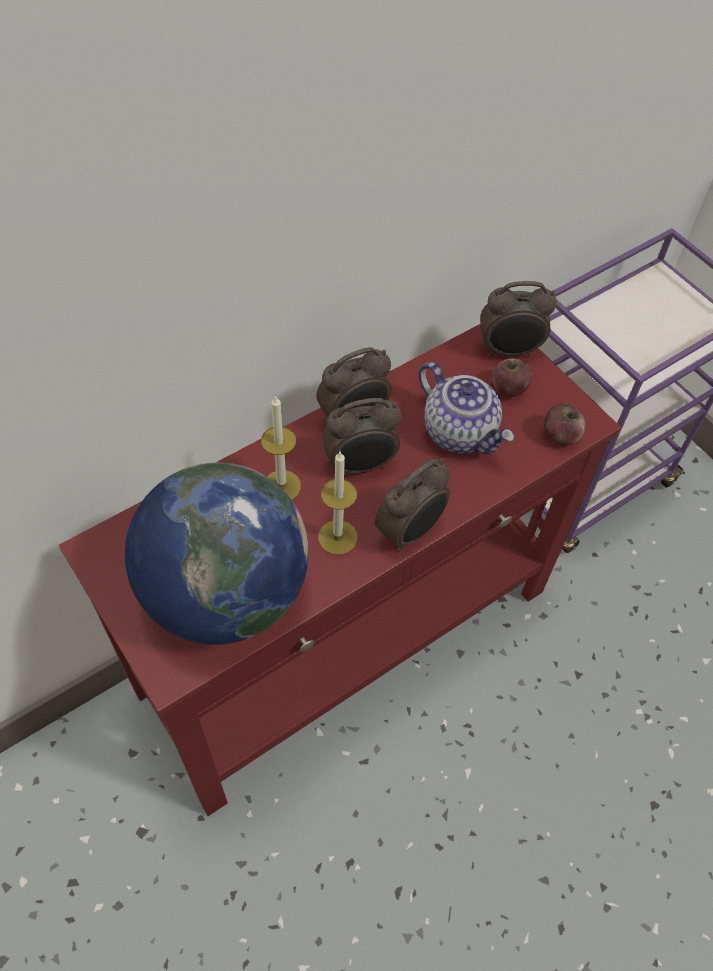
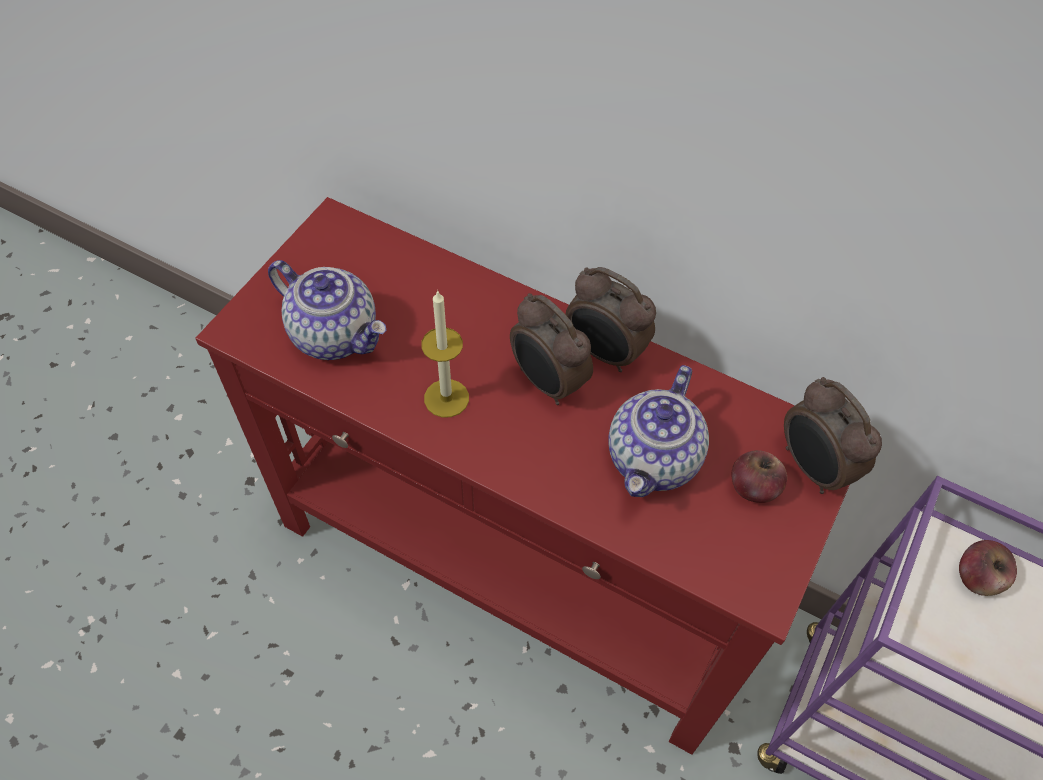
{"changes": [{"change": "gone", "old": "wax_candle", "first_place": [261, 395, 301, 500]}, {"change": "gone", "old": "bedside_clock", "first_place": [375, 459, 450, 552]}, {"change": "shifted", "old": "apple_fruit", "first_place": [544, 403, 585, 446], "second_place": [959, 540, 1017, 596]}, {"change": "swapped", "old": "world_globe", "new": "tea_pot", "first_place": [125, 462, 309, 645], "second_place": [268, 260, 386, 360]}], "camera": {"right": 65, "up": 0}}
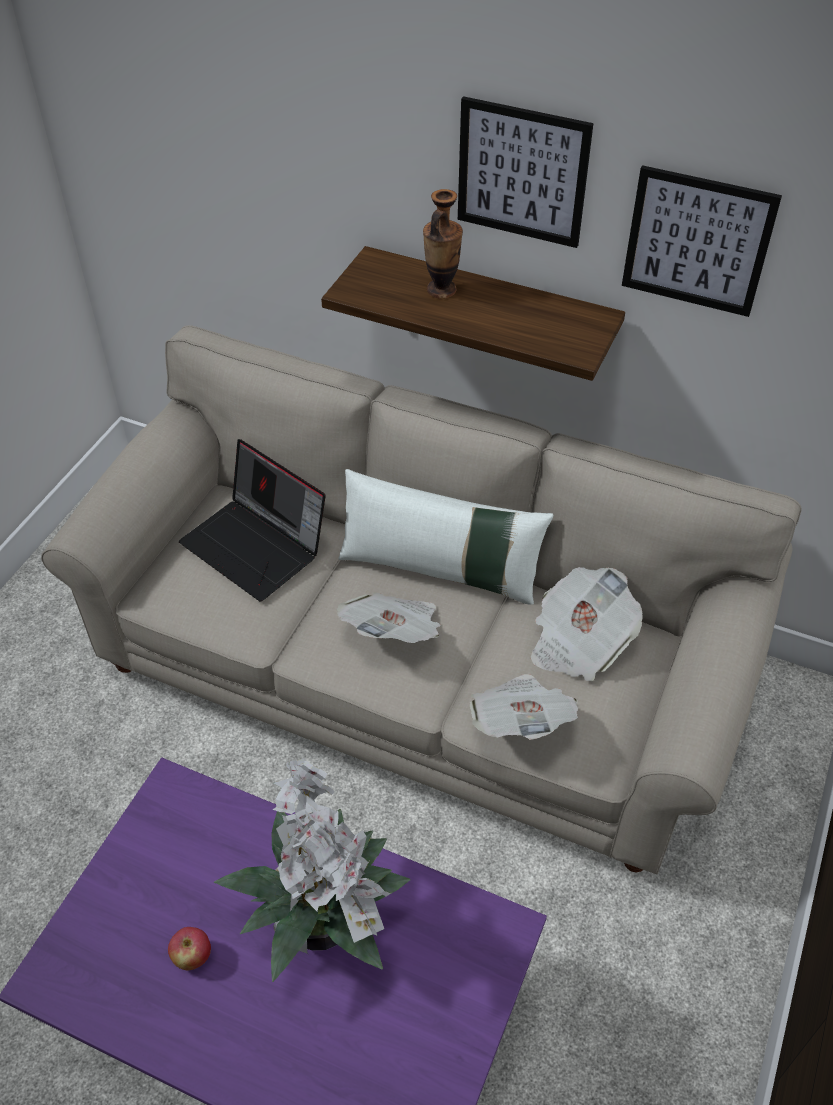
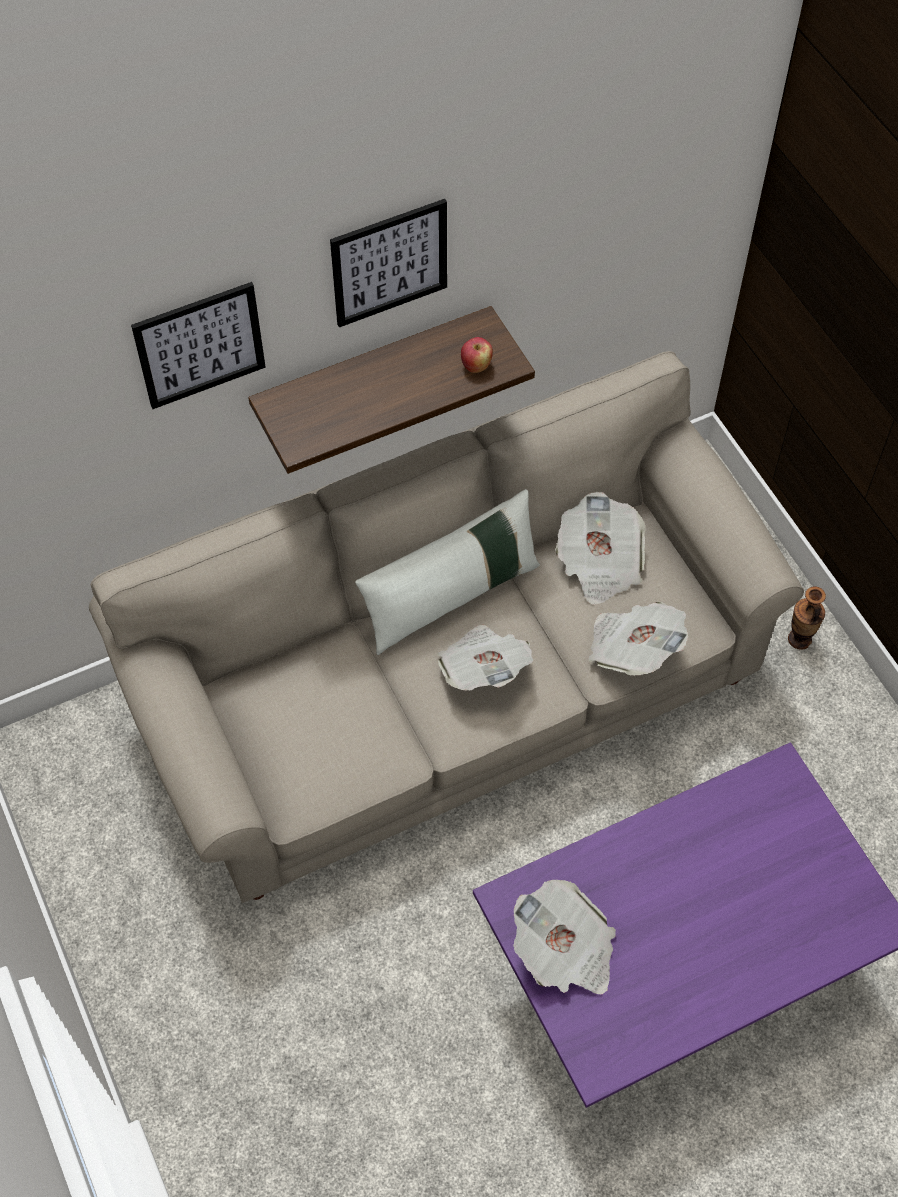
{"changes": [{"change": "gone", "old": "notebook_computer", "first_place": [179, 439, 326, 601]}, {"change": "gone", "old": "plant_in_a_pot", "first_place": [214, 758, 410, 982]}, {"change": "new", "new": "newspaper", "second_place": [513, 880, 616, 995]}, {"change": "shifted", "old": "apple_fruit", "first_place": [168, 927, 211, 970], "second_place": [461, 337, 493, 373]}, {"change": "shifted", "old": "decorative_vase", "first_place": [423, 189, 463, 298], "second_place": [788, 586, 826, 650]}, {"change": "shifted", "old": "wall_picture", "first_place": [622, 165, 782, 317], "second_place": [131, 282, 266, 409]}], "camera": {"right": -50, "up": 10}}
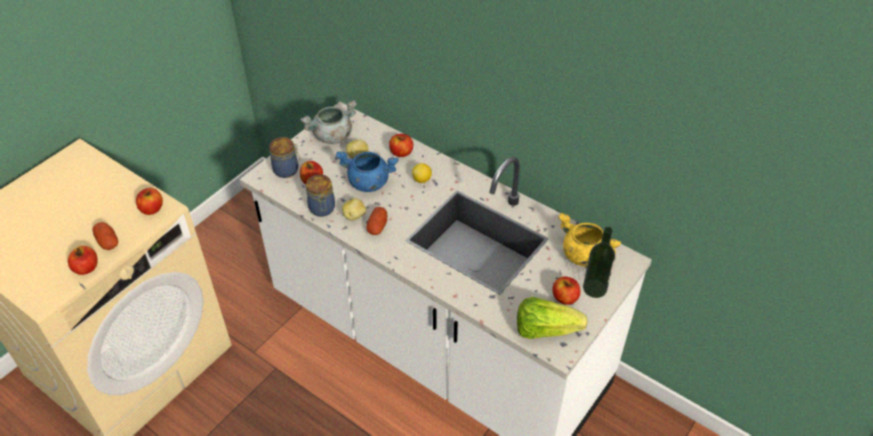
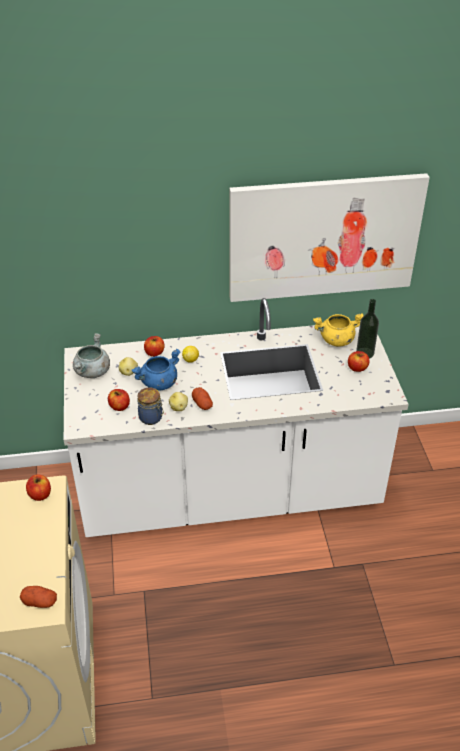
{"changes": [{"change": "gone", "old": "apple_fruit", "first_place": [68, 246, 98, 275]}, {"change": "gone", "old": "jar", "first_place": [269, 137, 300, 178]}, {"change": "gone", "old": "head_of_lettuce", "first_place": [517, 297, 588, 339]}, {"change": "new", "new": "wall_picture", "second_place": [230, 173, 430, 302]}, {"change": "shifted", "old": "spud", "first_place": [92, 222, 118, 250], "second_place": [20, 586, 57, 608]}], "camera": {"right": -45, "up": -5}}
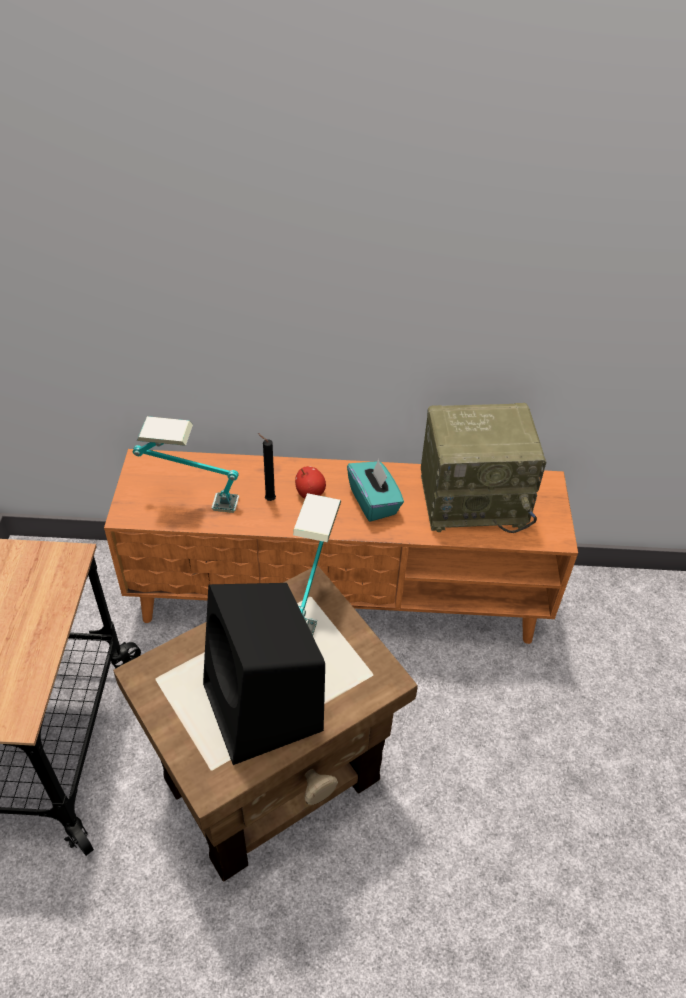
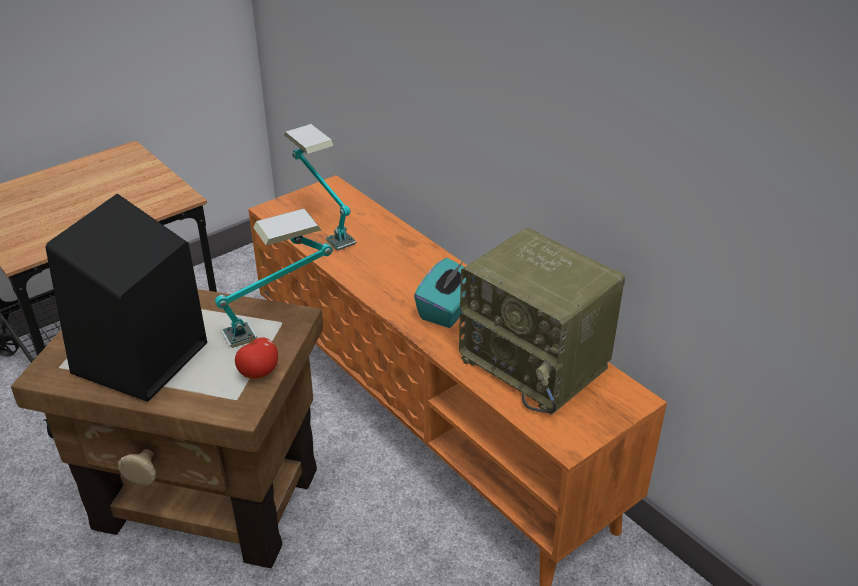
{"changes": [{"change": "gone", "old": "blackish_wax_candle", "first_place": [258, 433, 276, 501]}, {"change": "shifted", "old": "apple_fruit", "first_place": [295, 466, 326, 498], "second_place": [235, 335, 278, 379]}], "camera": {"right": 50, "up": -10}}
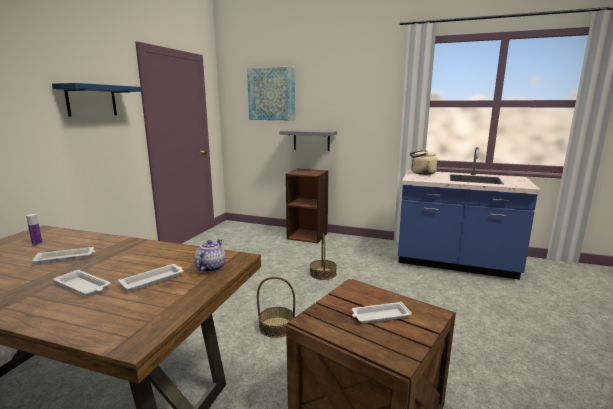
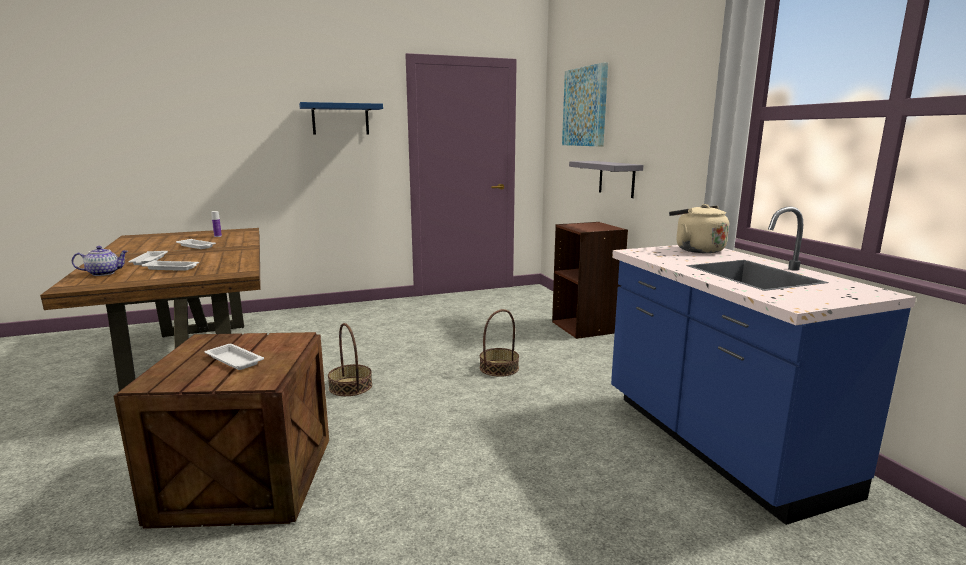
{"changes": [{"change": "shifted", "old": "tea_pot", "first_place": [195, 239, 226, 272], "second_place": [72, 246, 128, 276]}], "camera": {"right": 50, "up": 0}}
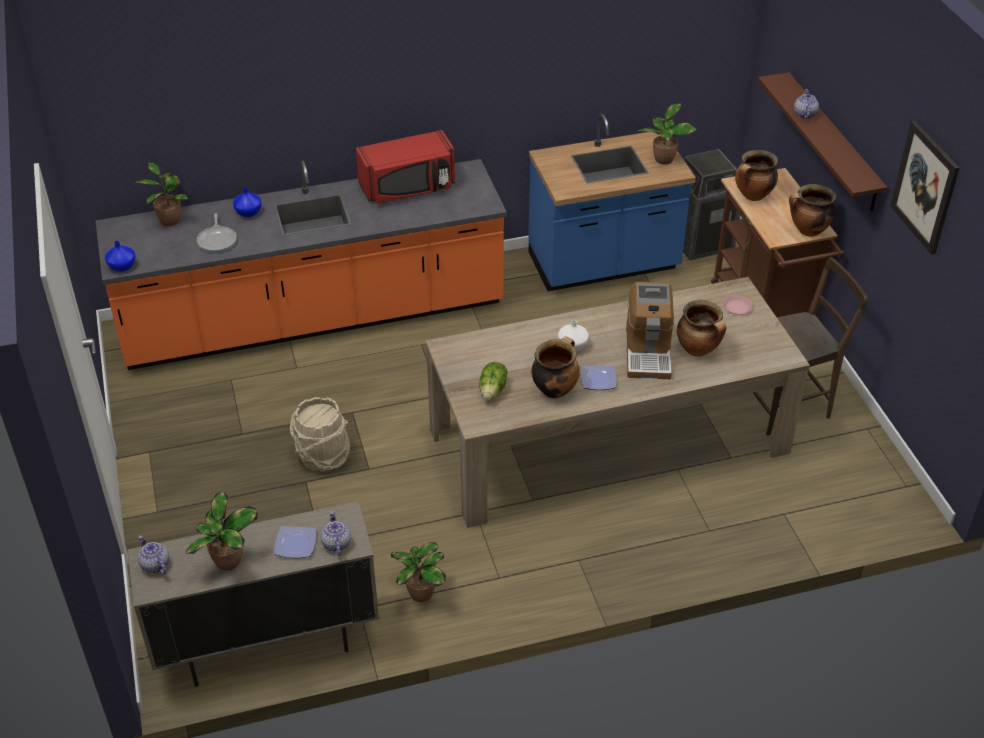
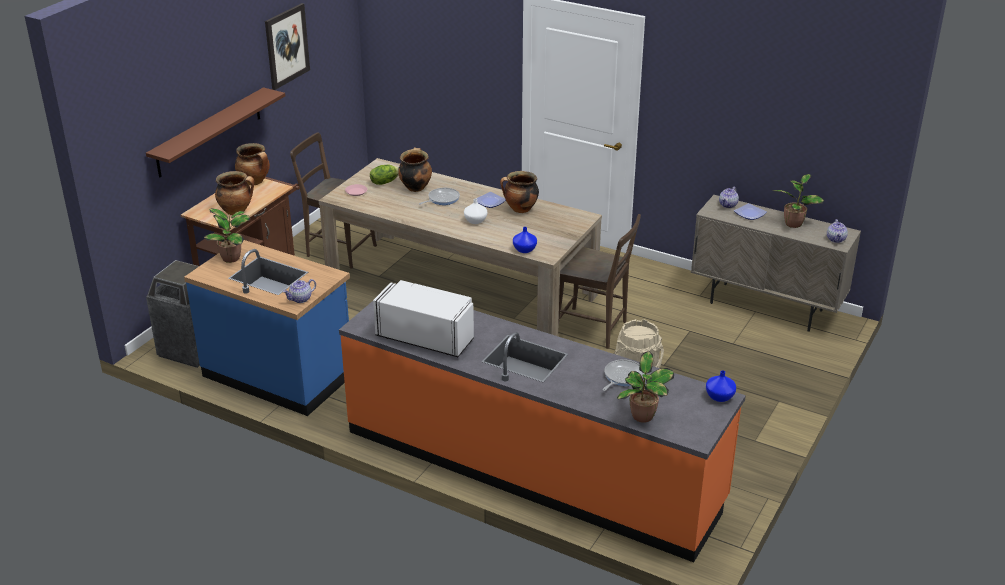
{"changes": [{"change": "gone", "old": "plant_in_a_pot", "first_place": [391, 542, 446, 602]}, {"change": "new", "new": "brown_plain_chair", "second_place": [558, 214, 641, 349]}, {"change": "shifted", "old": "blue-coloured_decorative_vase", "first_place": [233, 187, 262, 217], "second_place": [513, 227, 537, 253]}, {"change": "shifted", "old": "head_of_lettuce", "first_place": [479, 362, 507, 401], "second_place": [370, 165, 399, 185]}, {"change": "shifted", "old": "tea_pot", "first_place": [794, 89, 819, 119], "second_place": [283, 279, 316, 303]}, {"change": "swapped", "old": "coffee_brewer", "new": "pan", "first_place": [626, 282, 674, 379], "second_place": [419, 188, 460, 205]}, {"change": "repainted", "old": "reddish_microwave", "new": "whitish_microwave", "first_place": [356, 130, 455, 204], "second_place": [373, 280, 474, 357]}], "camera": {"right": -135, "up": -10}}
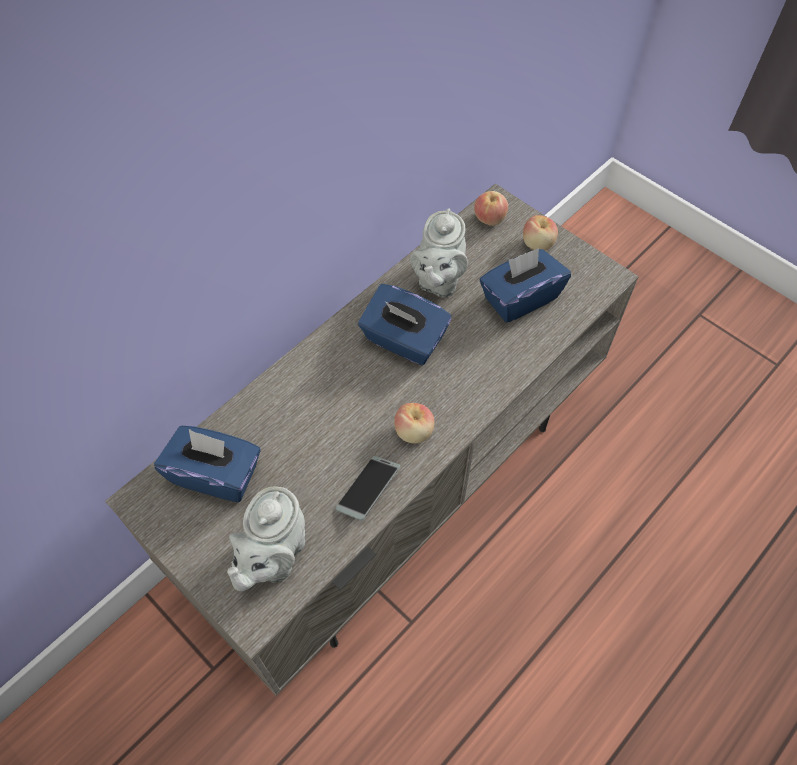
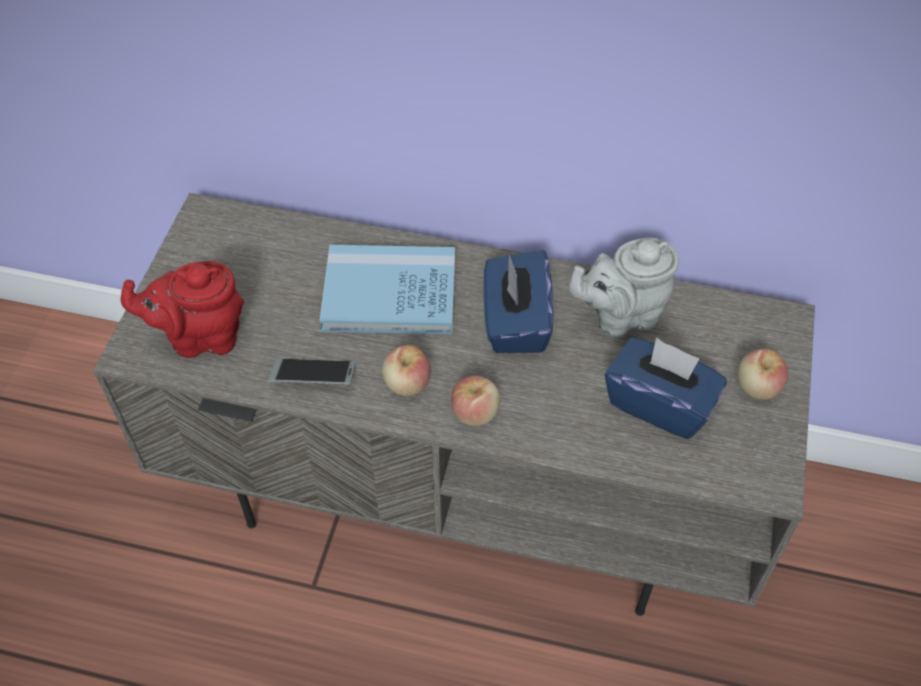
{"changes": [{"change": "gone", "old": "blue-coloured_tissue_holder", "first_place": [154, 426, 261, 503]}, {"change": "new", "new": "blue-coloured_book", "second_place": [320, 245, 455, 334]}, {"change": "shifted", "old": "apple_fruit", "first_place": [474, 191, 508, 226], "second_place": [451, 376, 500, 426]}, {"change": "repainted", "old": "grey_tea_pot", "new": "reddish_tea_pot", "first_place": [227, 487, 305, 591], "second_place": [121, 261, 244, 358]}], "camera": {"right": 60, "up": -5}}
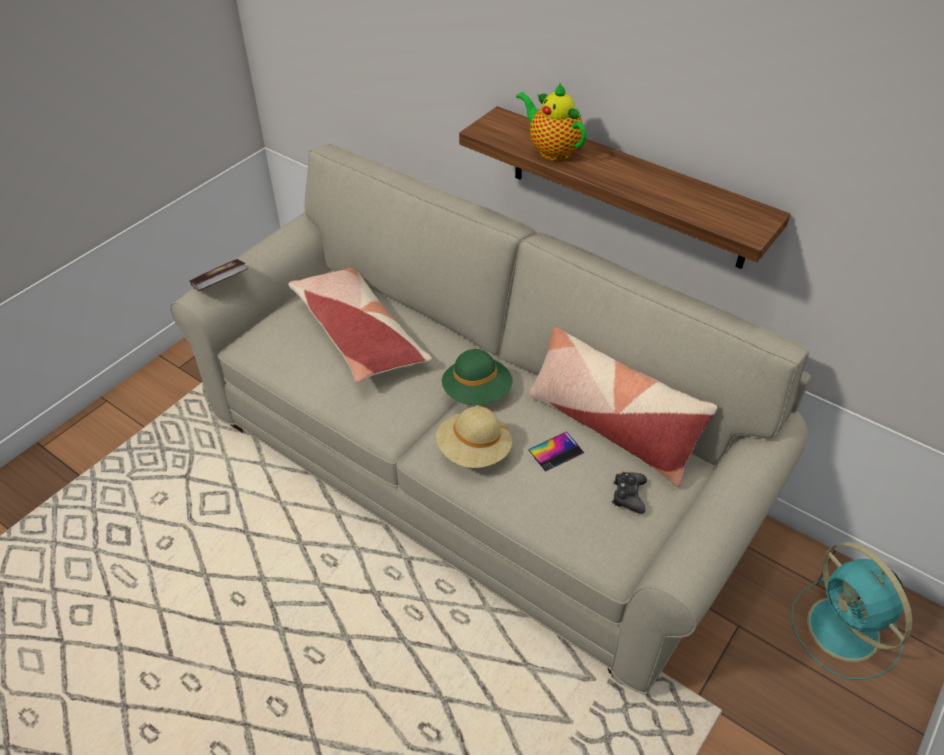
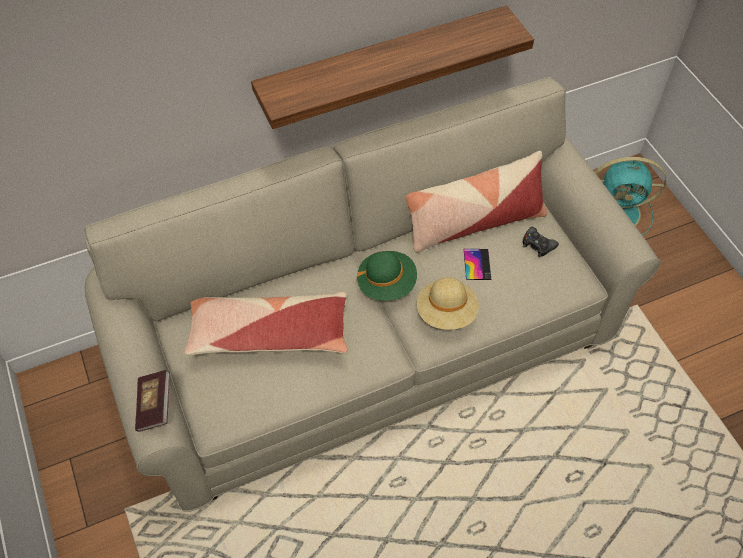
{"changes": [{"change": "gone", "old": "tea_pot", "first_place": [516, 82, 586, 161]}], "camera": {"right": -60, "up": 10}}
